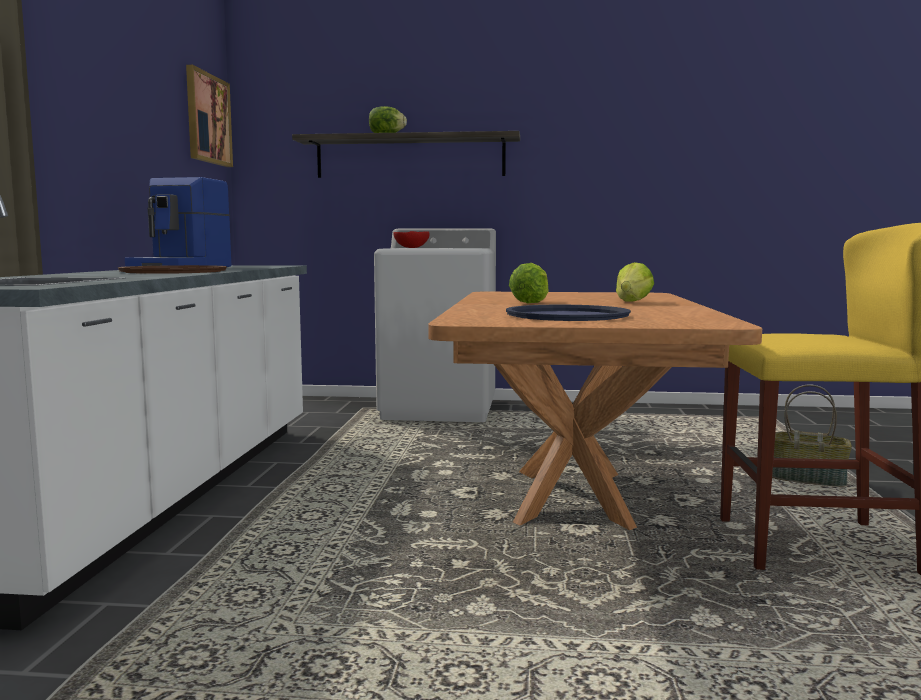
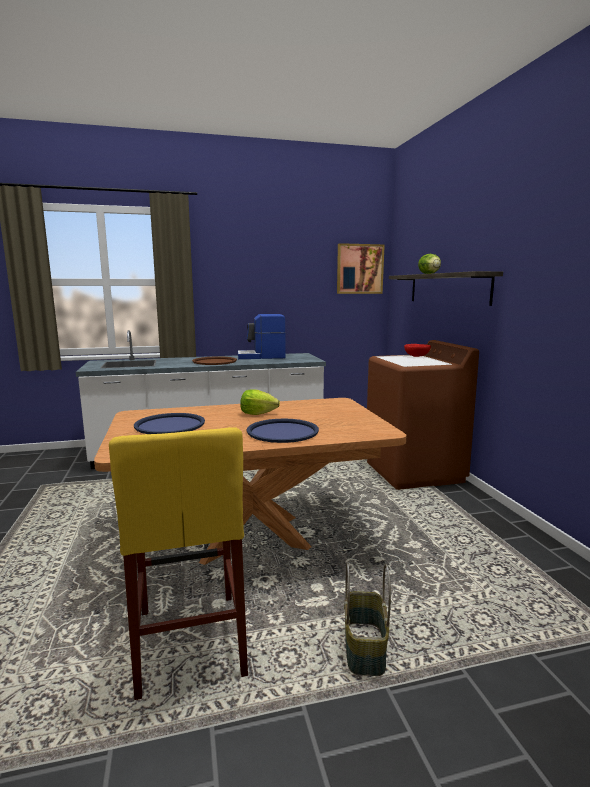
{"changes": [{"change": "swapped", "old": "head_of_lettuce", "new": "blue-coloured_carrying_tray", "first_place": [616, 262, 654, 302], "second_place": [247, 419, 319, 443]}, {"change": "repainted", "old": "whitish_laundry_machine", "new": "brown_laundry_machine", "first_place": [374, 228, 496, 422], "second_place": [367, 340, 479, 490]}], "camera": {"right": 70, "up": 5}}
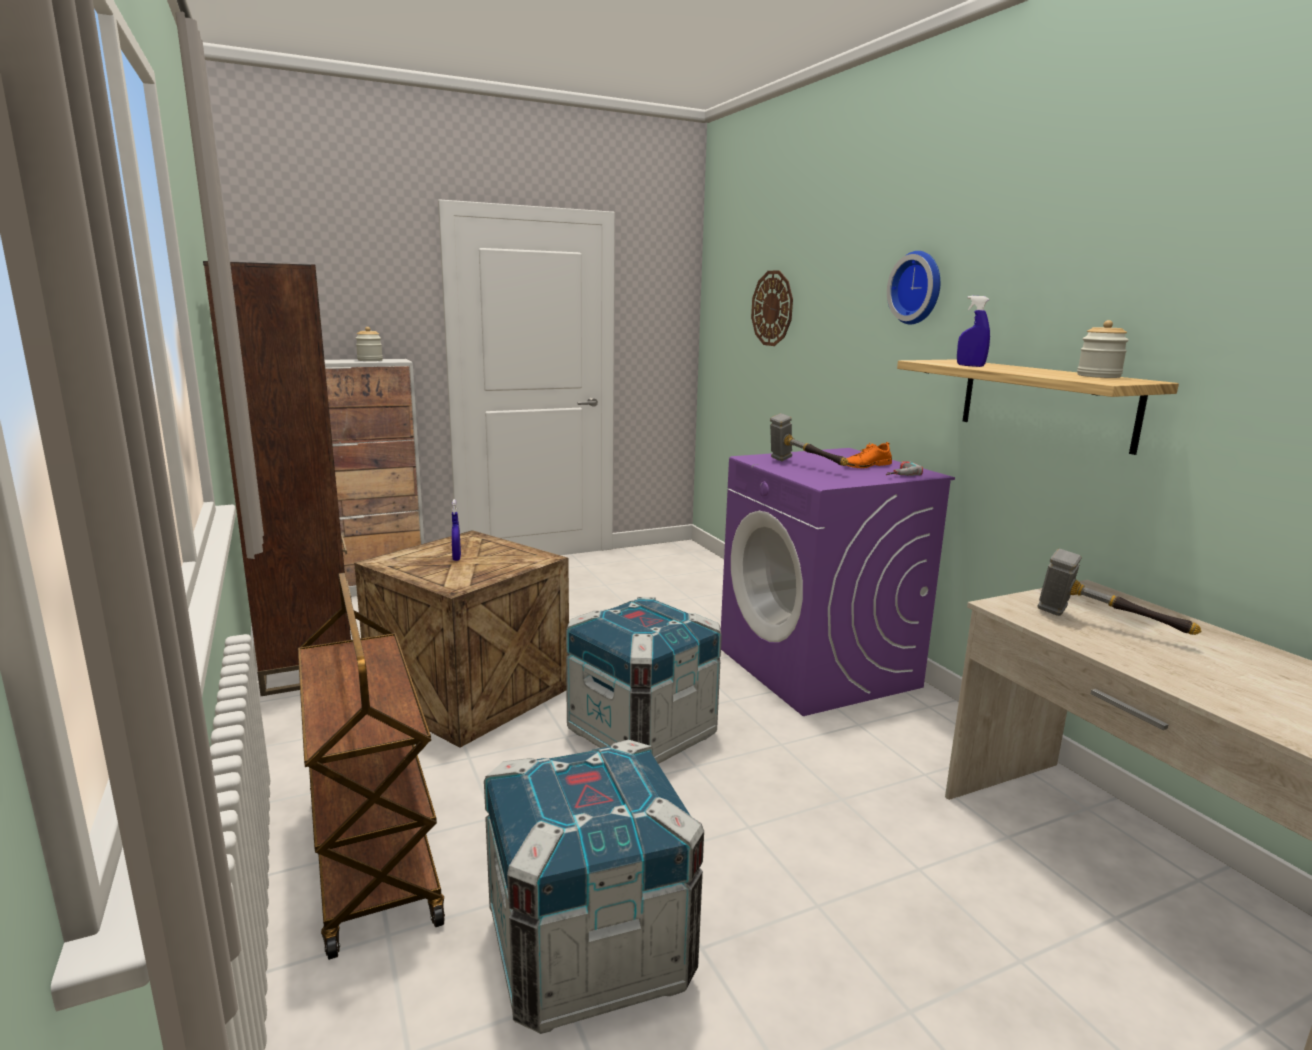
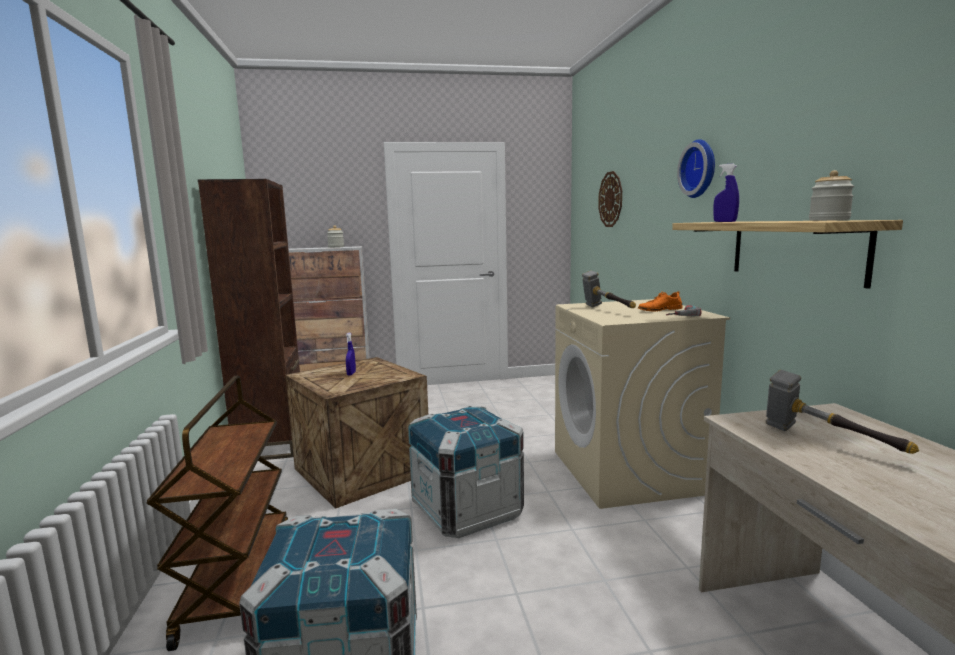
{"changes": [{"change": "repainted", "old": "purple_laundry_machine", "new": "beige-coloured_laundry_machine", "first_place": [721, 448, 955, 716], "second_place": [555, 299, 730, 509]}], "camera": {"right": 15, "up": -5}}
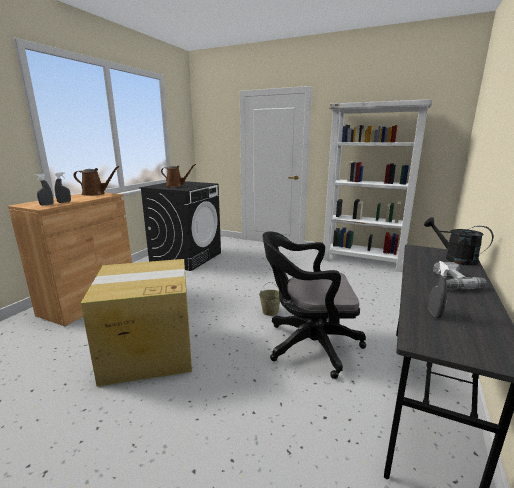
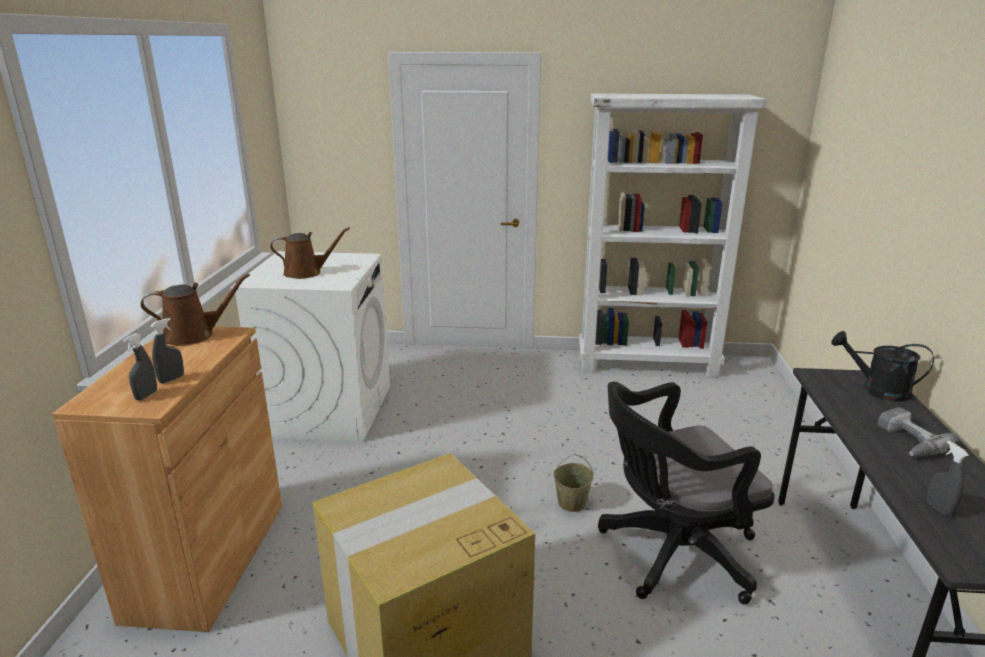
{"changes": [{"change": "repainted", "old": "blackish_laundry_machine", "new": "whitish_laundry_machine", "first_place": [139, 181, 221, 271], "second_place": [230, 251, 390, 442]}], "camera": {"right": -20, "up": 5}}
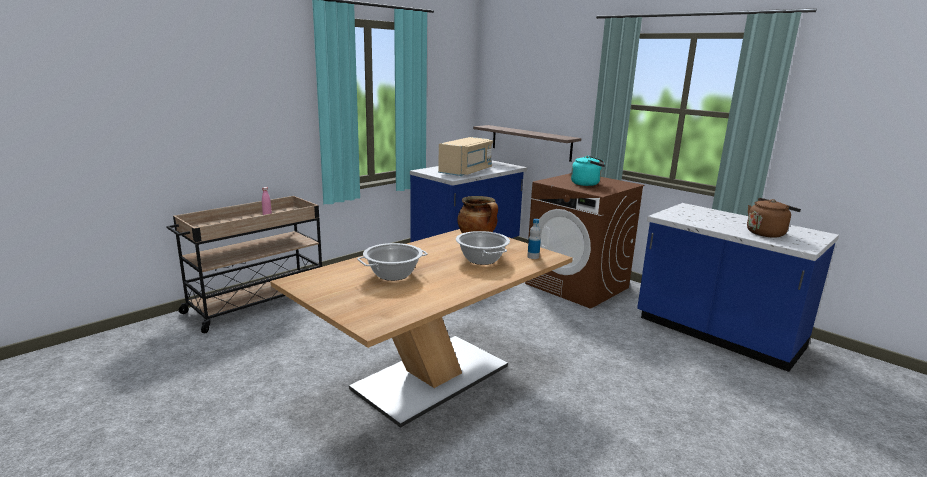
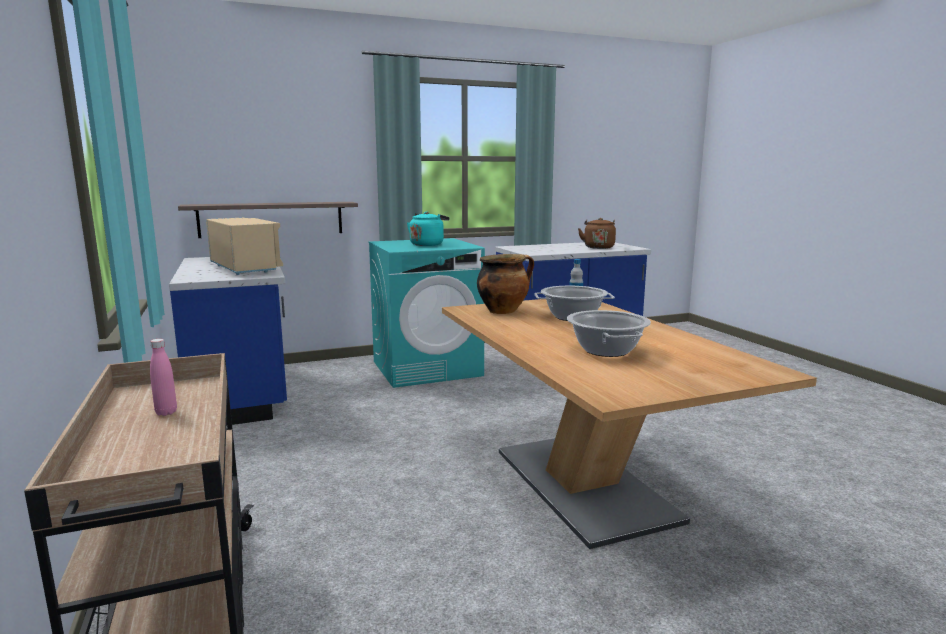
{"changes": [{"change": "repainted", "old": "brown_laundry_machine", "new": "turquoise-coloured_laundry_machine", "first_place": [525, 173, 644, 309], "second_place": [368, 238, 485, 388]}], "camera": {"right": -65, "up": -5}}
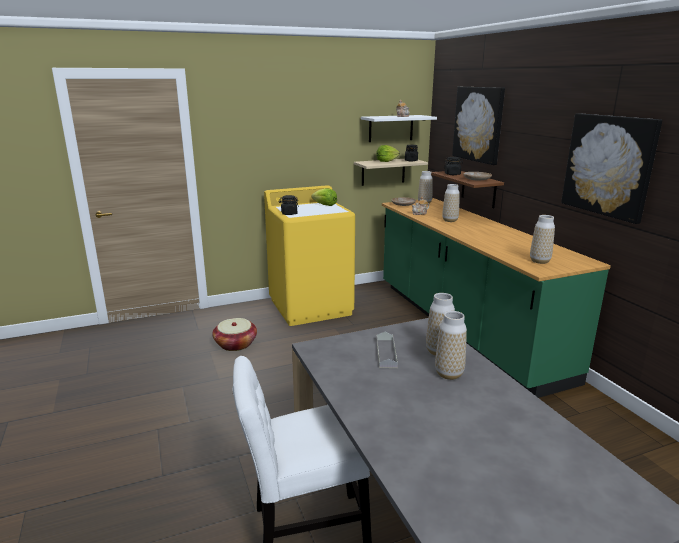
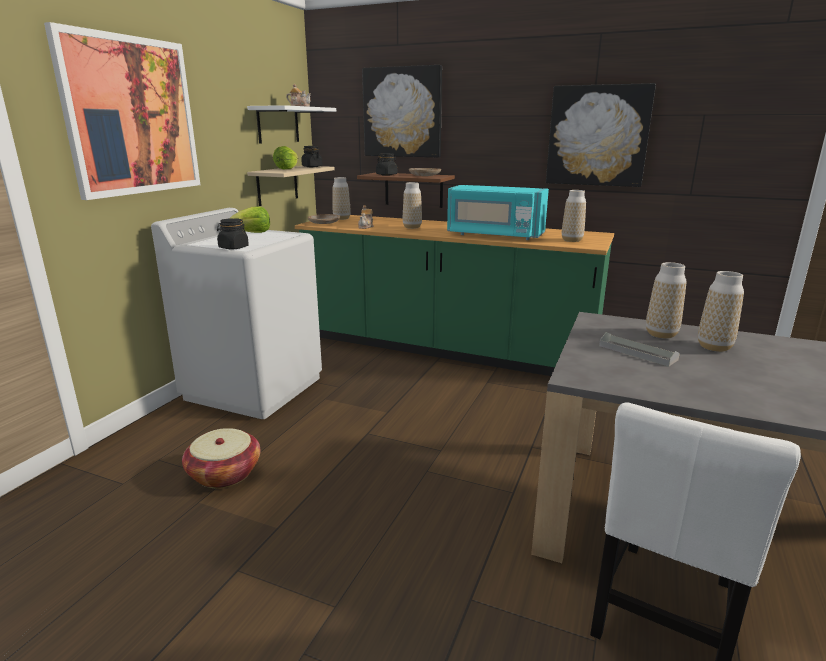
{"changes": [{"change": "new", "new": "wall_picture", "second_place": [44, 22, 200, 200]}, {"change": "new", "new": "turquoise-coloured_microwave", "second_place": [447, 185, 549, 240]}, {"change": "repainted", "old": "yellow-coloured_laundry_machine", "new": "whitish_laundry_machine", "first_place": [264, 185, 355, 326], "second_place": [151, 208, 322, 419]}], "camera": {"right": -45, "up": 0}}
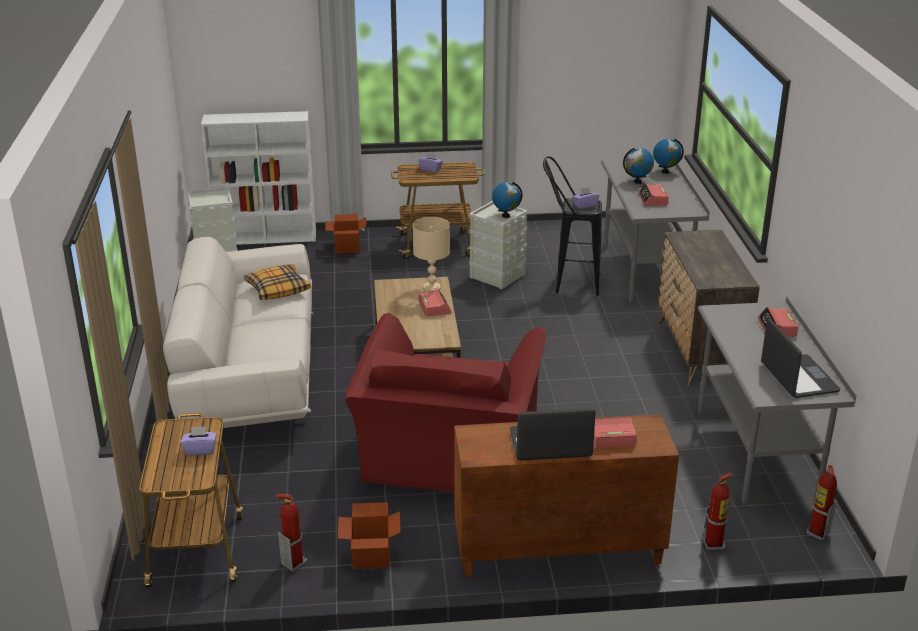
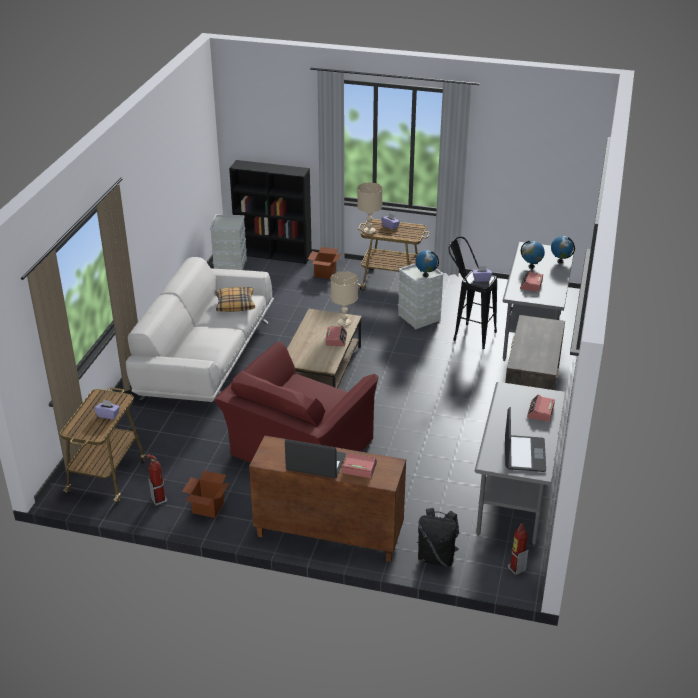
{"changes": [{"change": "new", "new": "beige-coloured_table_lamp", "second_place": [357, 182, 382, 234]}, {"change": "swapped", "old": "fire-fighting_cylinder", "new": "blackish_backpack", "first_place": [703, 472, 732, 550], "second_place": [417, 508, 459, 567]}, {"change": "repainted", "old": "whitish_shelving_unit", "new": "blackish_shelving_unit", "first_place": [201, 111, 316, 245], "second_place": [229, 160, 312, 264]}], "camera": {"right": 20, "up": 5}}
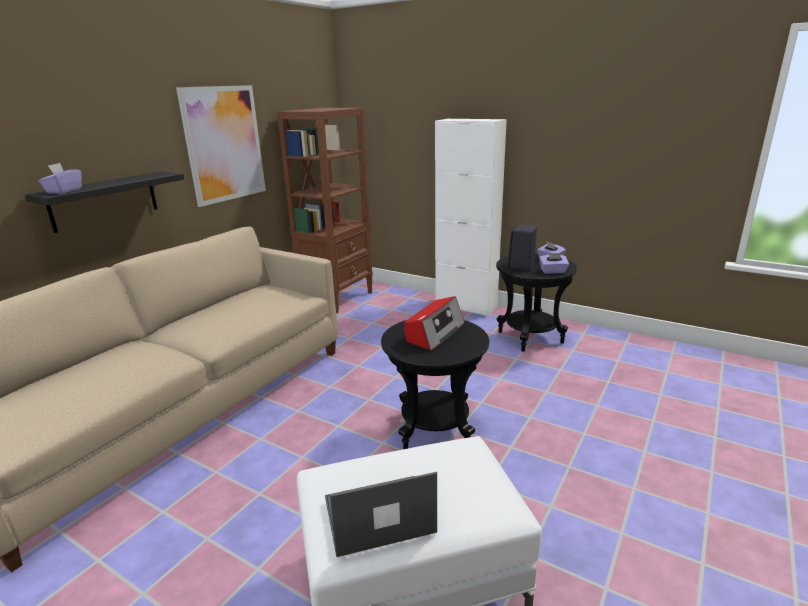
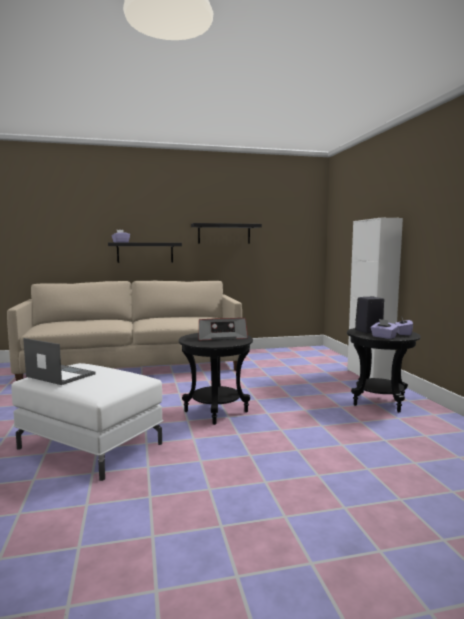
{"changes": [{"change": "gone", "old": "brown_shelving_unit", "first_place": [277, 108, 373, 313]}, {"change": "swapped", "old": "wall_picture", "new": "blackish_shelf", "first_place": [176, 85, 266, 207], "second_place": [191, 223, 262, 244]}], "camera": {"right": 45, "up": -15}}
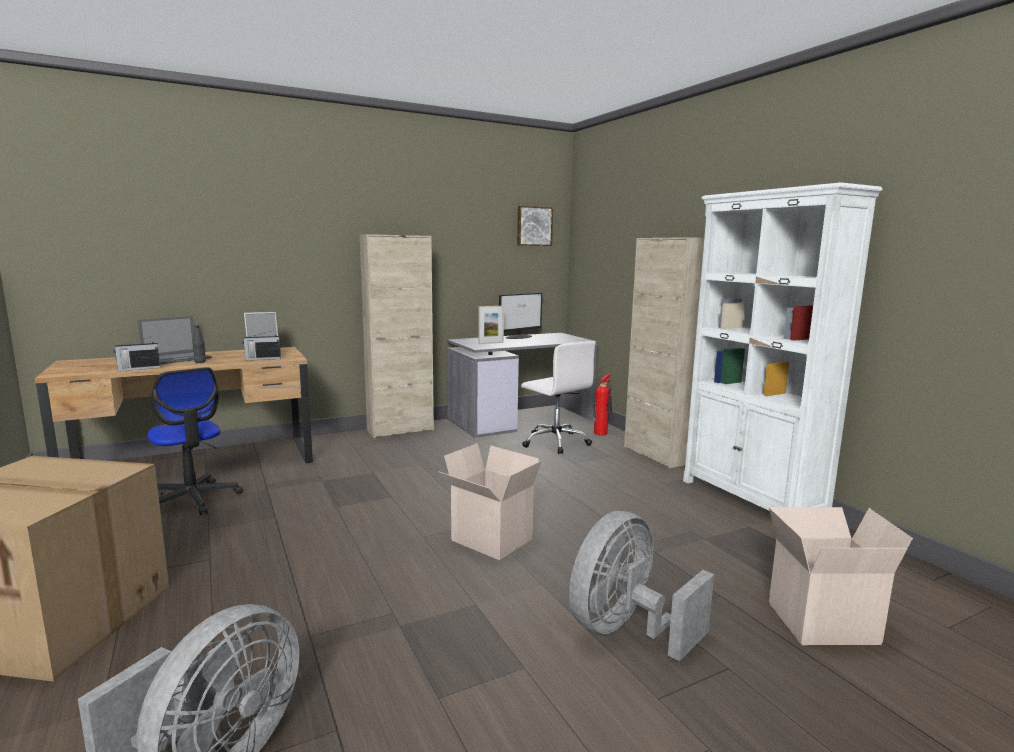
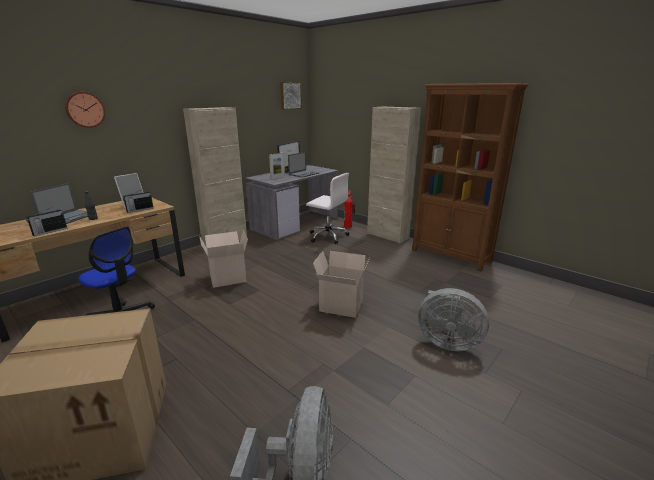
{"changes": [{"change": "new", "new": "hanging_clock", "second_place": [65, 92, 105, 128]}, {"change": "new", "new": "notebook_computer", "second_place": [288, 152, 319, 178]}, {"change": "shifted", "old": "cardboard_box", "first_place": [769, 507, 913, 645], "second_place": [199, 230, 248, 288]}, {"change": "repainted", "old": "whitish_shelving_unit", "new": "brown_shelving_unit", "first_place": [683, 182, 883, 511], "second_place": [412, 83, 529, 272]}, {"change": "rotated", "old": "grey_cooling_fan", "first_place": [569, 511, 714, 661], "second_place": [418, 288, 489, 351], "degrees": -90}], "camera": {"right": -20, "up": 10}}
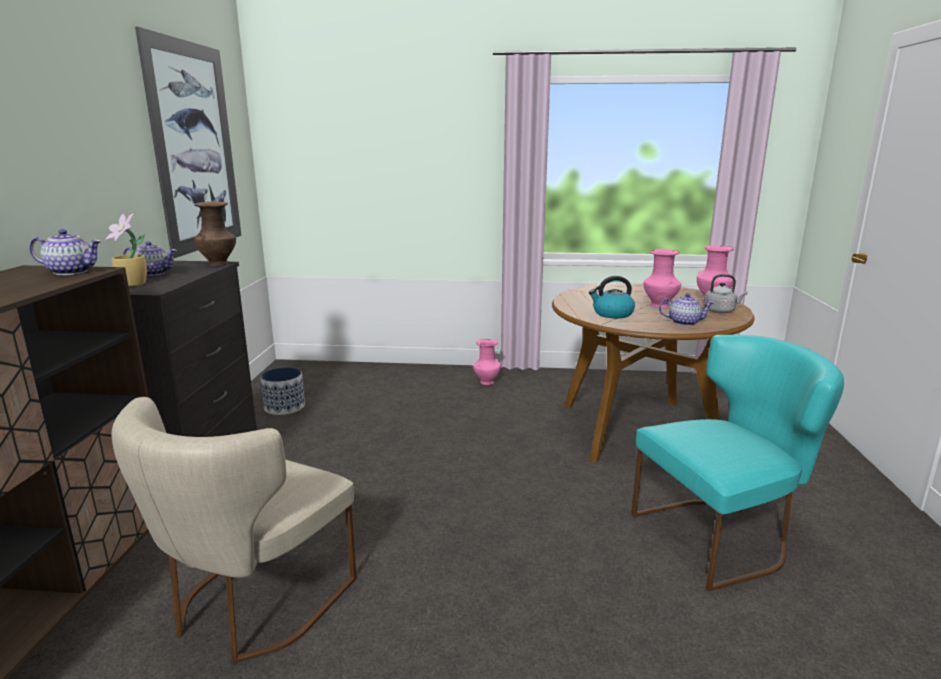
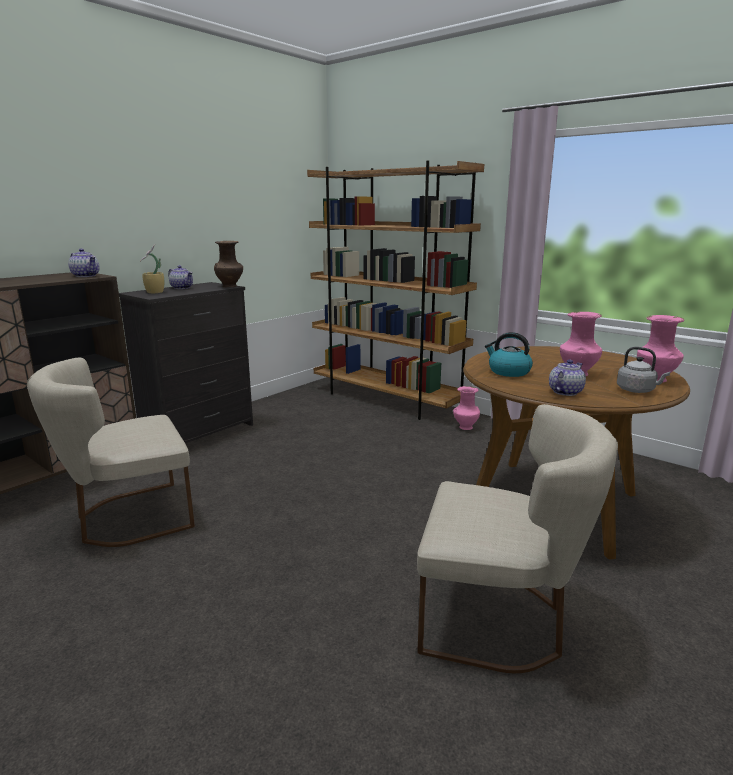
{"changes": [{"change": "gone", "old": "wall_picture", "first_place": [135, 27, 241, 258]}, {"change": "gone", "old": "plant_pot", "first_place": [260, 367, 305, 415]}, {"change": "new", "new": "brown_shelving_unit", "second_place": [307, 161, 484, 420]}, {"change": "repainted", "old": "turquoise-coloured_plain_chair", "new": "beige-coloured_plain_chair", "first_place": [631, 335, 844, 591], "second_place": [417, 404, 618, 673]}, {"change": "rotated", "old": "tea_pot", "first_place": [659, 293, 714, 326], "second_place": [549, 360, 586, 396], "degrees": -90}], "camera": {"right": 35, "up": 0}}
